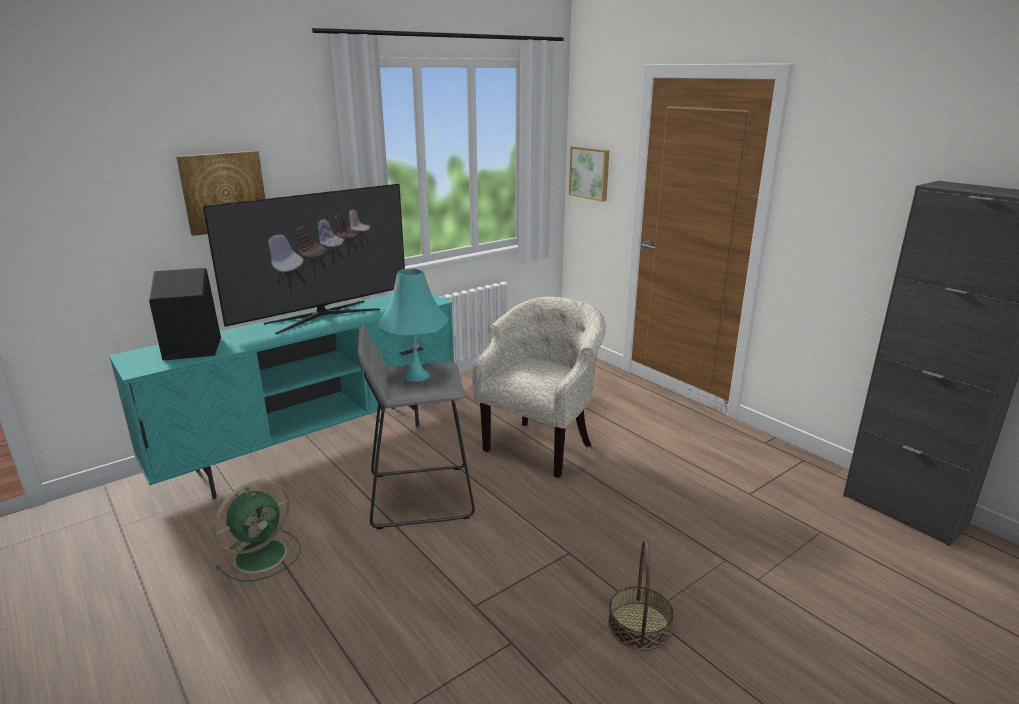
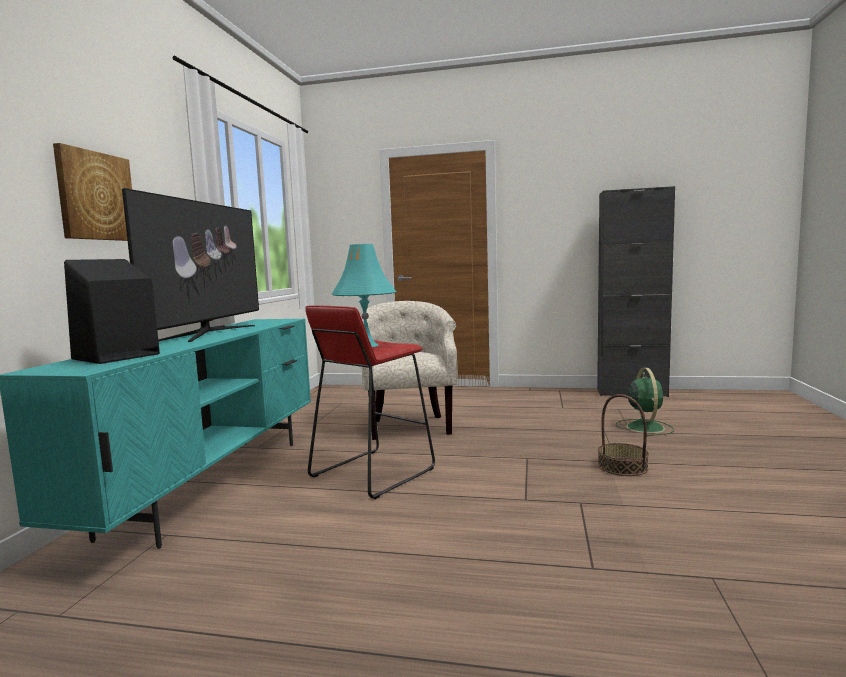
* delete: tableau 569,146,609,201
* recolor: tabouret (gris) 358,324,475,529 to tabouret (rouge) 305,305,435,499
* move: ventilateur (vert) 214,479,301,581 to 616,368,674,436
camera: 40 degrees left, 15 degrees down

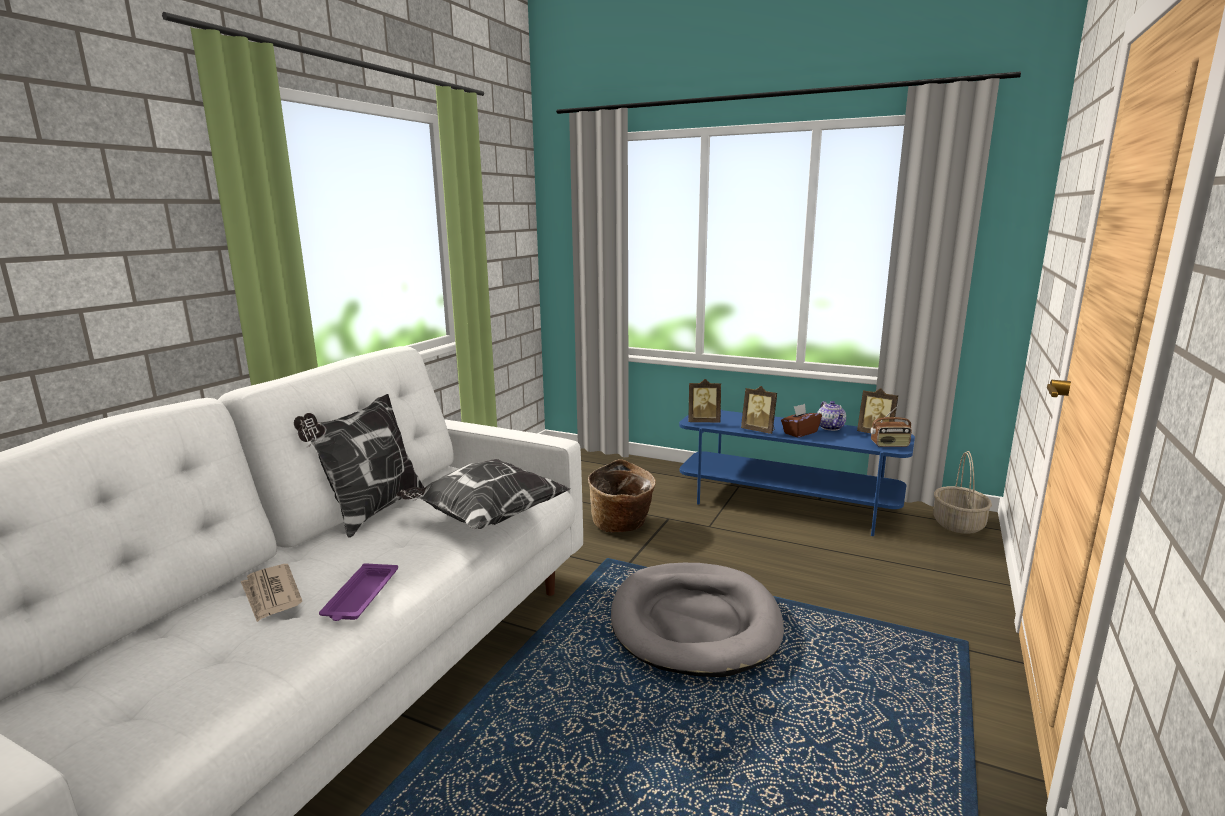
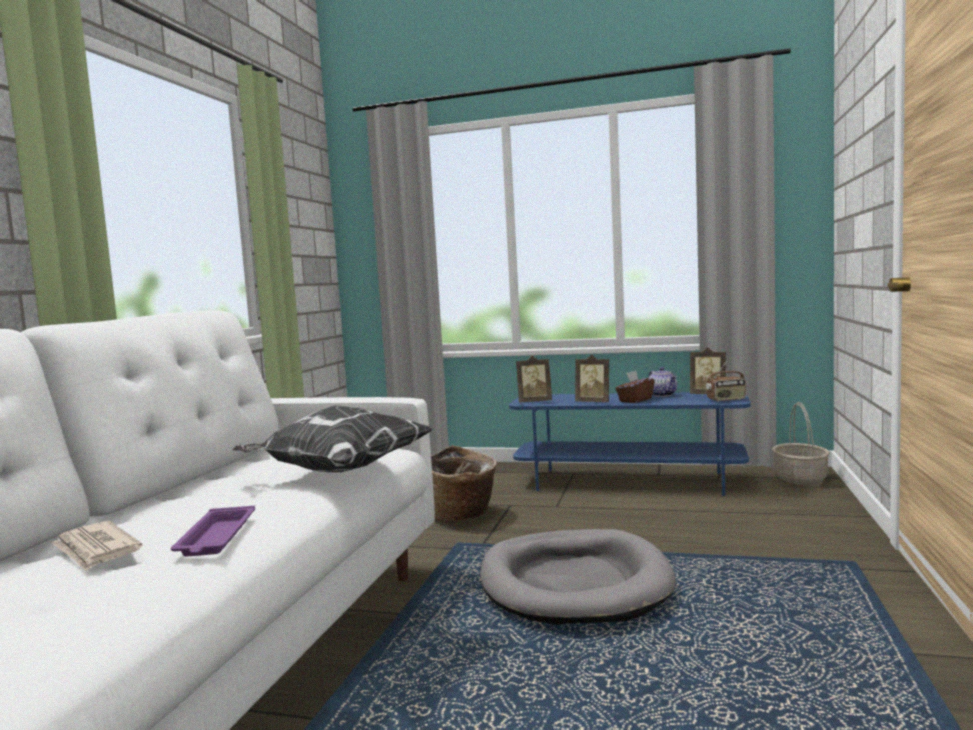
* delete: coussin 294,394,424,538
camera: 10 degrees left, 10 degrees down

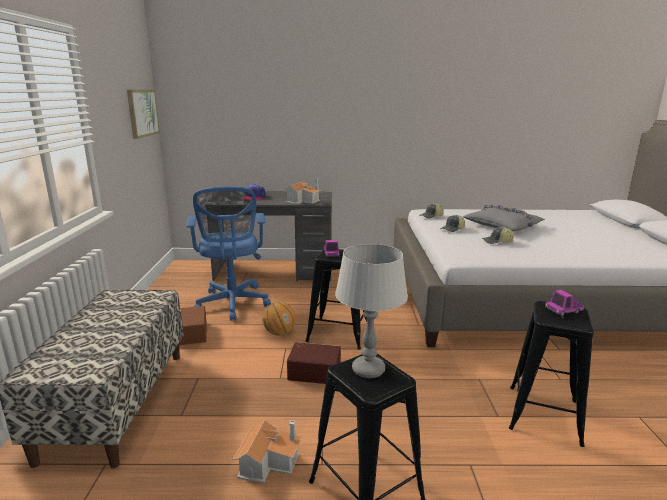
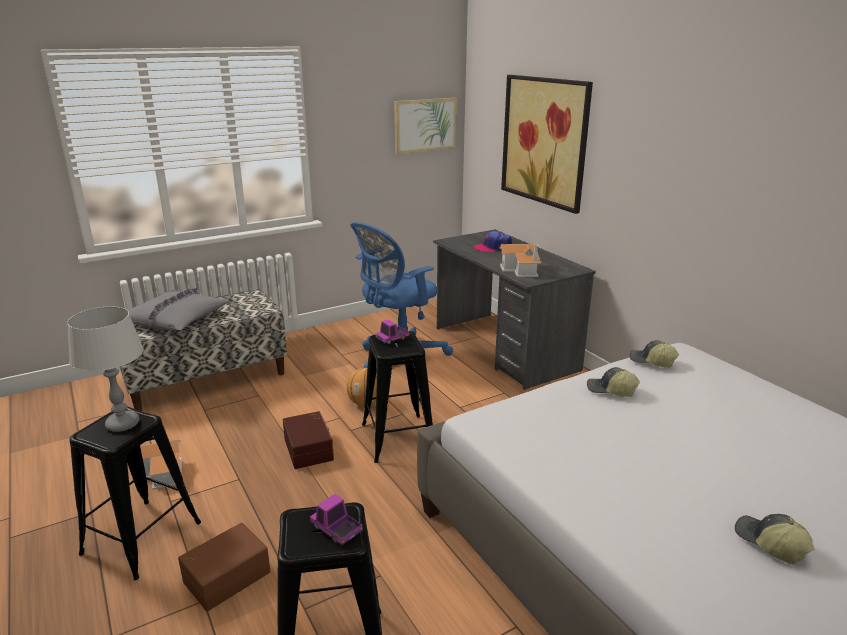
* move: coussin (gris) 463,204,545,231 to 128,288,230,331
* move: casquette 482,227,514,244 to 735,514,814,564
* move: boîte de rangement (marron) 179,306,207,345 to 178,523,271,611
* insert: tableau 501,75,593,214
camera: 60 degrees right, 5 degrees up

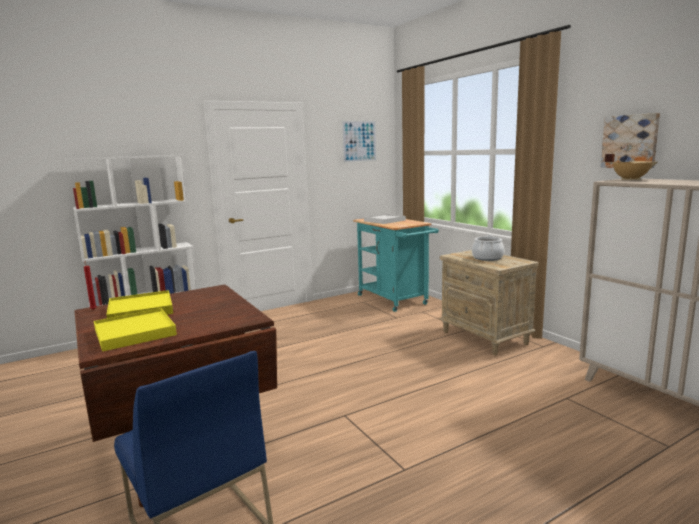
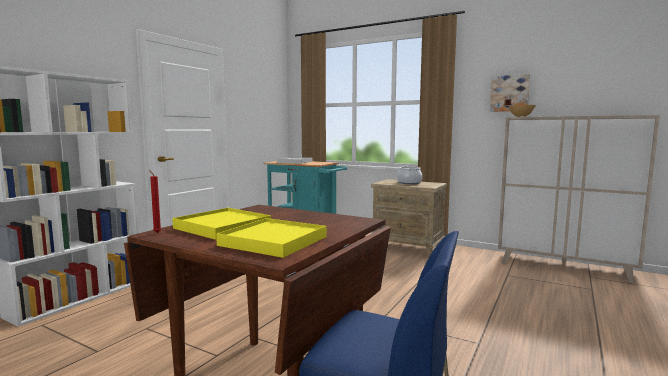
* delete: tableau 341,120,377,163
camera: 30 degrees left, 5 degrees down

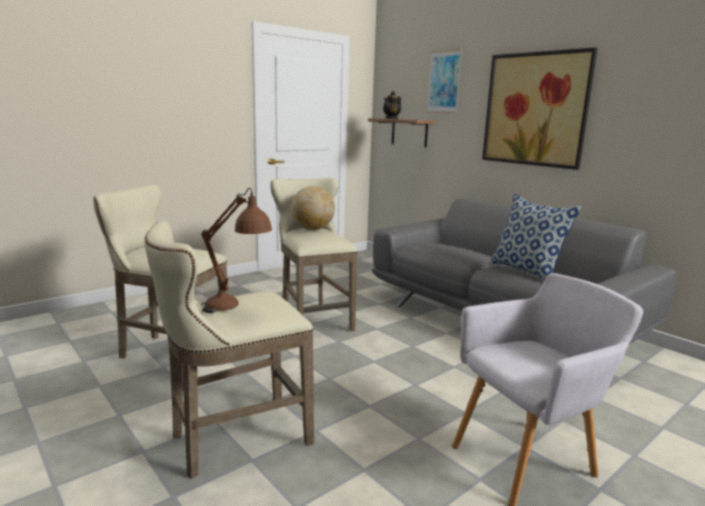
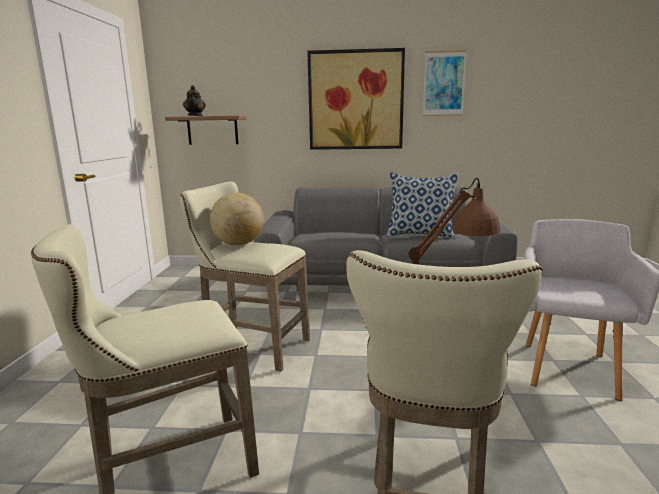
* move: tableau 427,49,463,113 to 423,50,467,116
camera: 45 degrees left, 0 degrees up

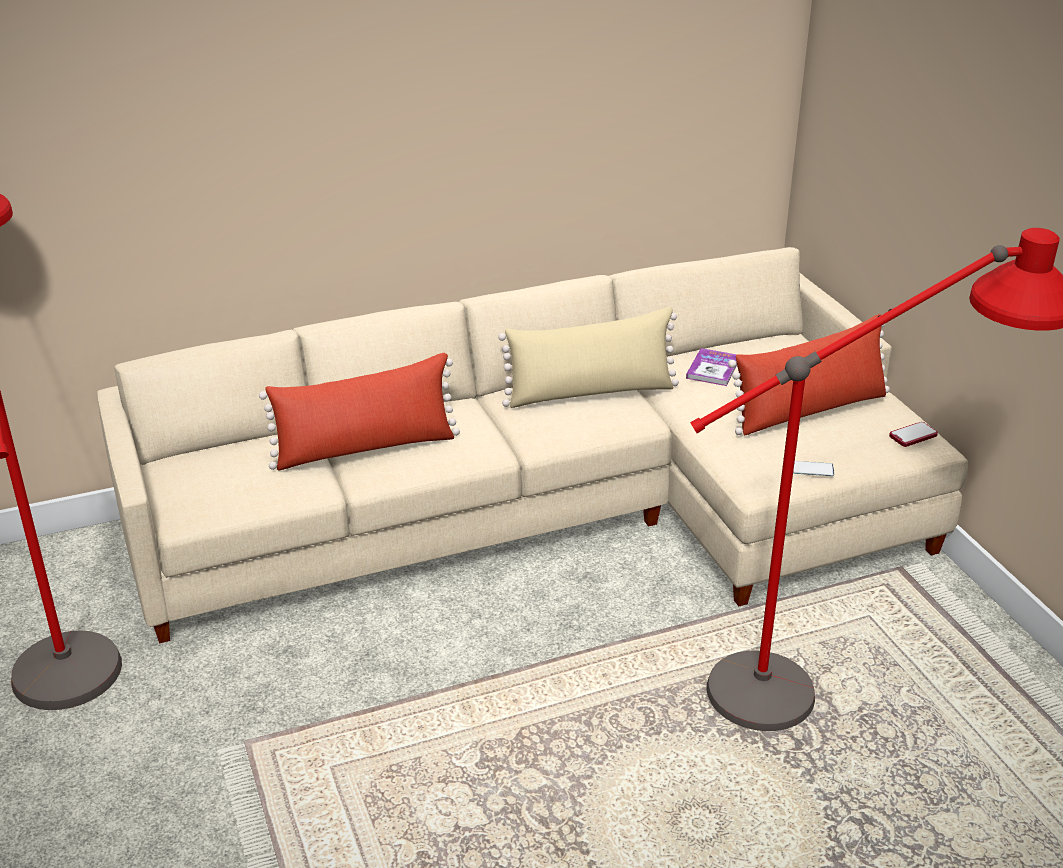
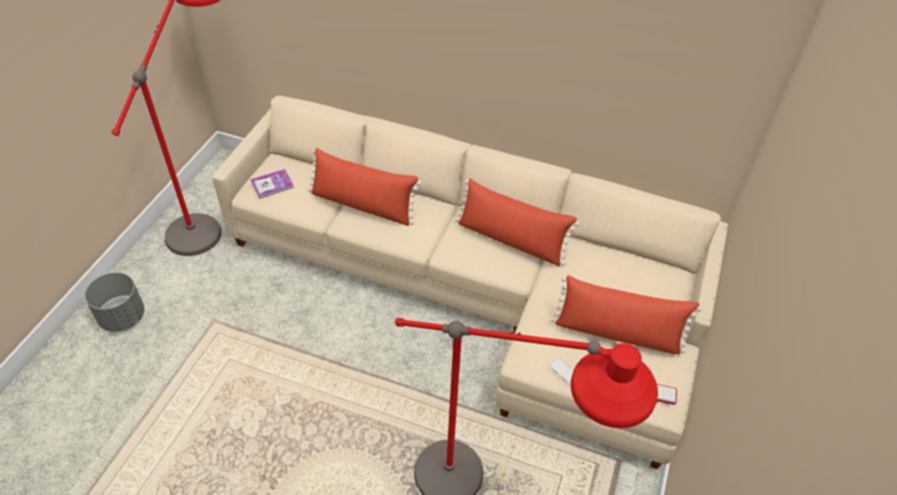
* recolor: coussin (beige) 498,307,679,408 to coussin (rouge) 455,179,580,266
* move: livre 686,348,737,386 to 251,169,294,199
* insert: cache-pot (gris) 85,272,144,332
camera: 40 degrees right, 15 degrees up

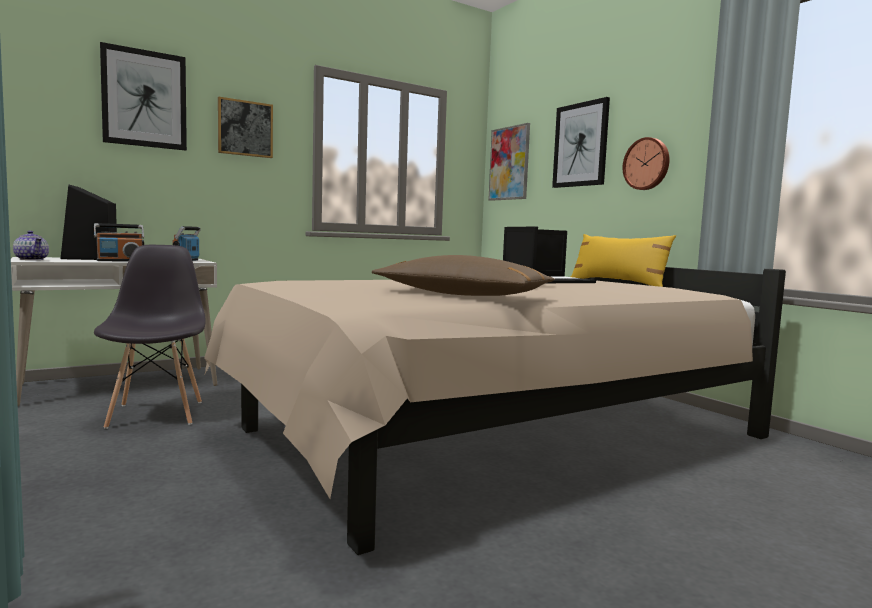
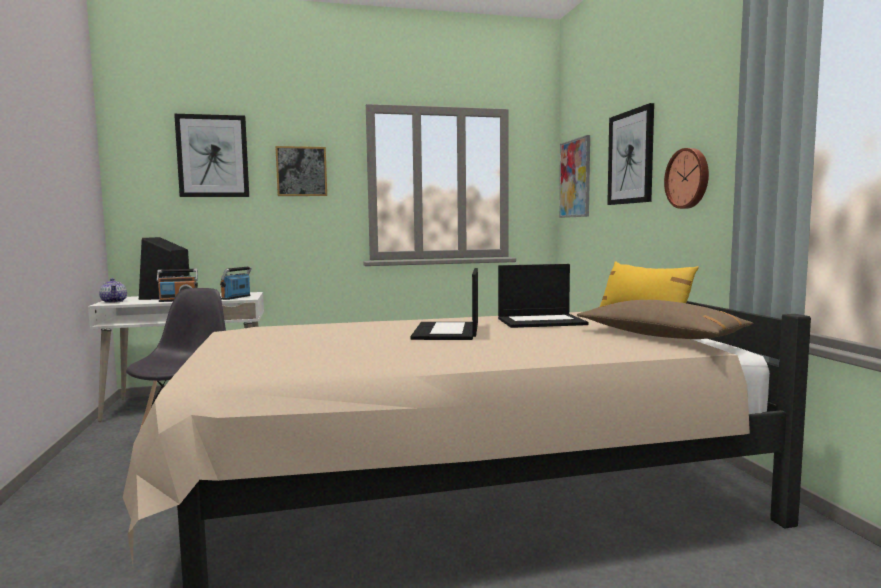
* move: coussin (marron) 372,255,555,296 to 577,300,753,339
camera: 20 degrees right, 0 degrees up

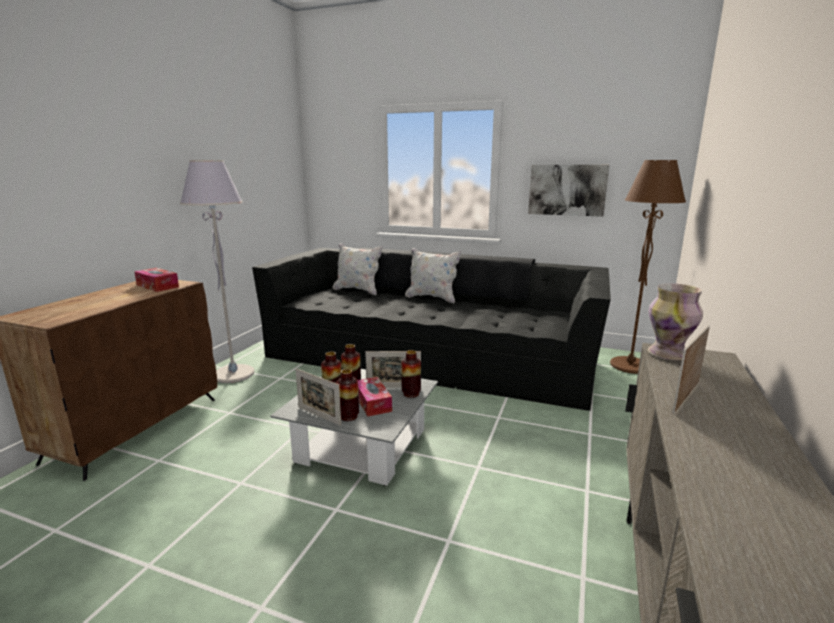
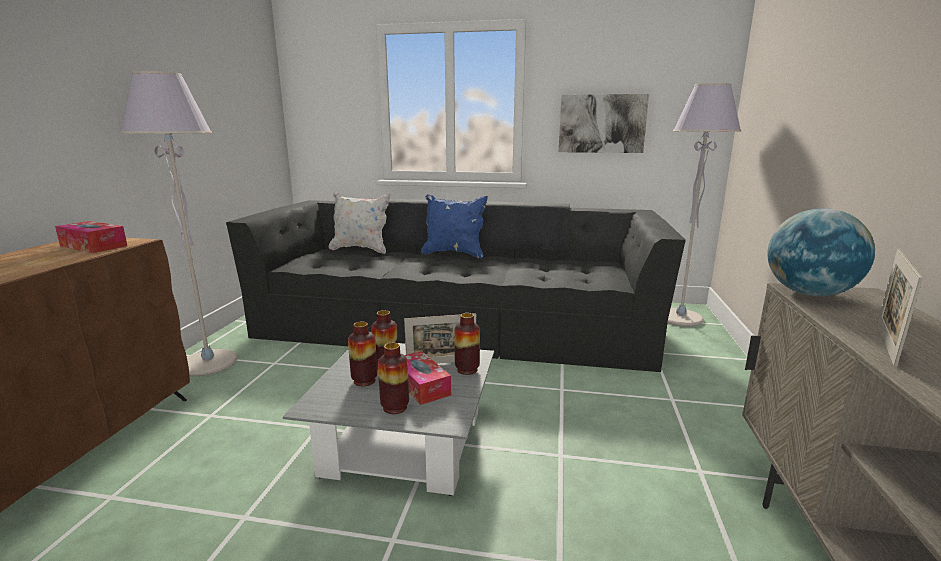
* recolor: lampadaire (marron) 610,160,686,374 to lampadaire (gris) 668,83,741,327
* recolor: coussin (blanc) 405,247,462,303 to coussin (bleu) 421,194,488,258
* replace: vase 648,283,703,360 to globe 767,208,875,296
* delete: cadre photo 295,368,341,426
camera: 10 degrees left, 0 degrees up

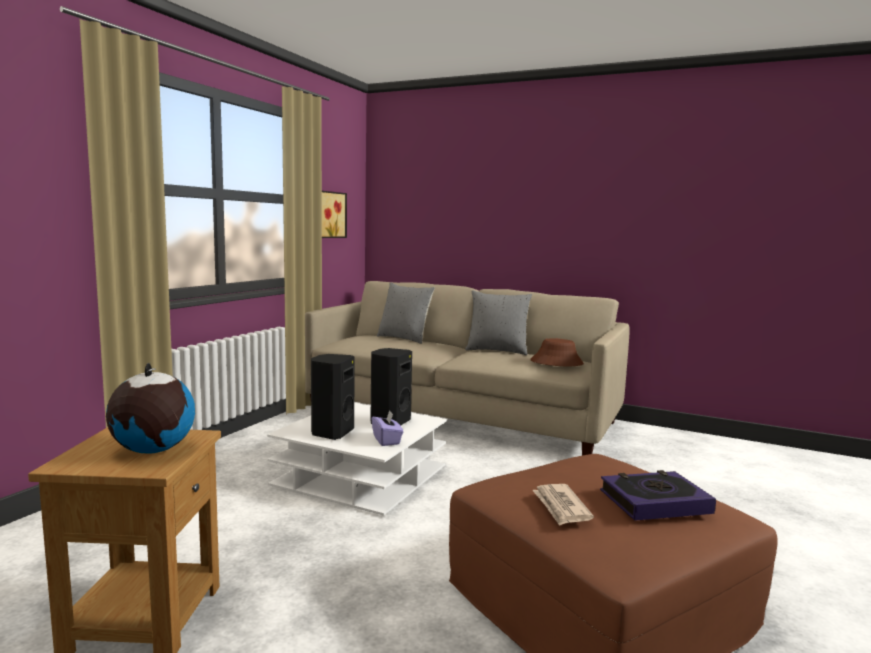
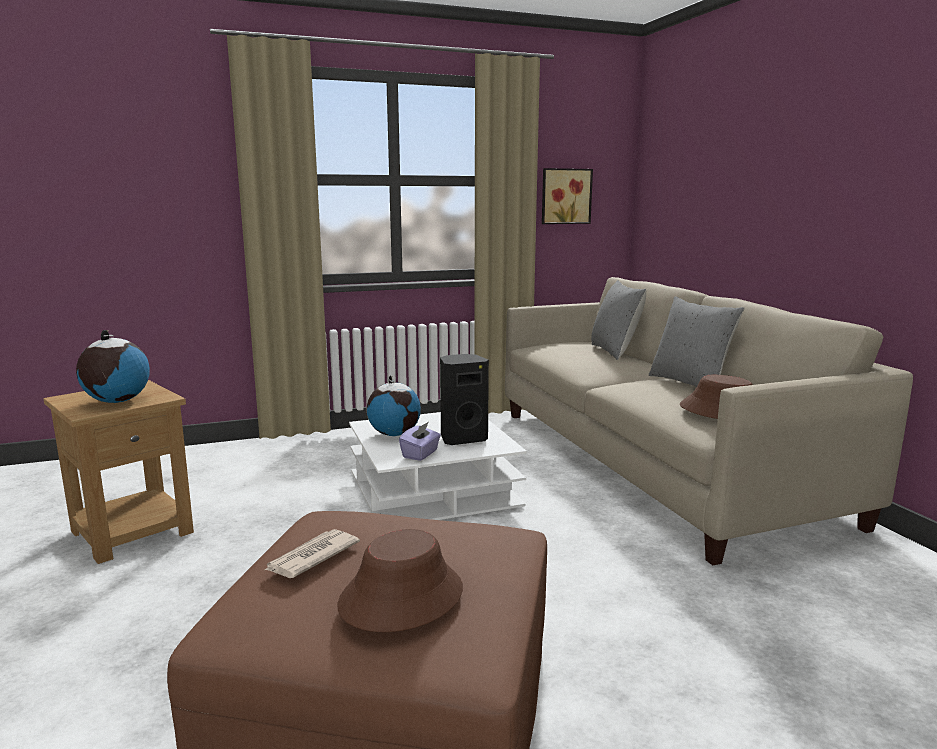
* replace: enceinte (noir) 311,354,355,440 to globe 367,375,421,436
* replace: livre 600,470,716,521 to chapeau (marron) 337,529,463,632
camera: 45 degrees right, 5 degrees up

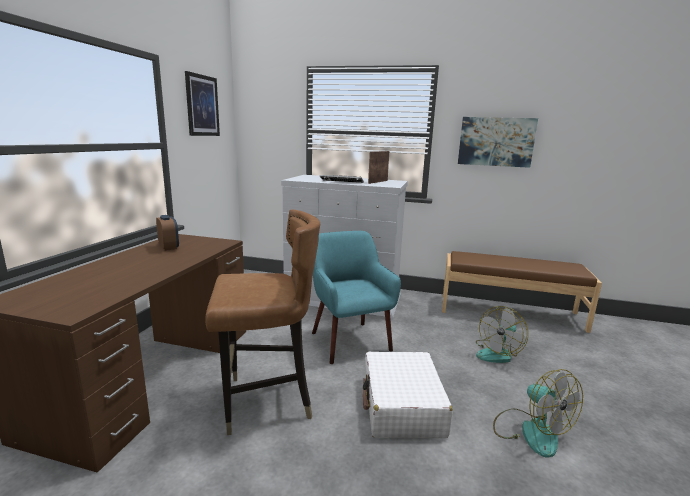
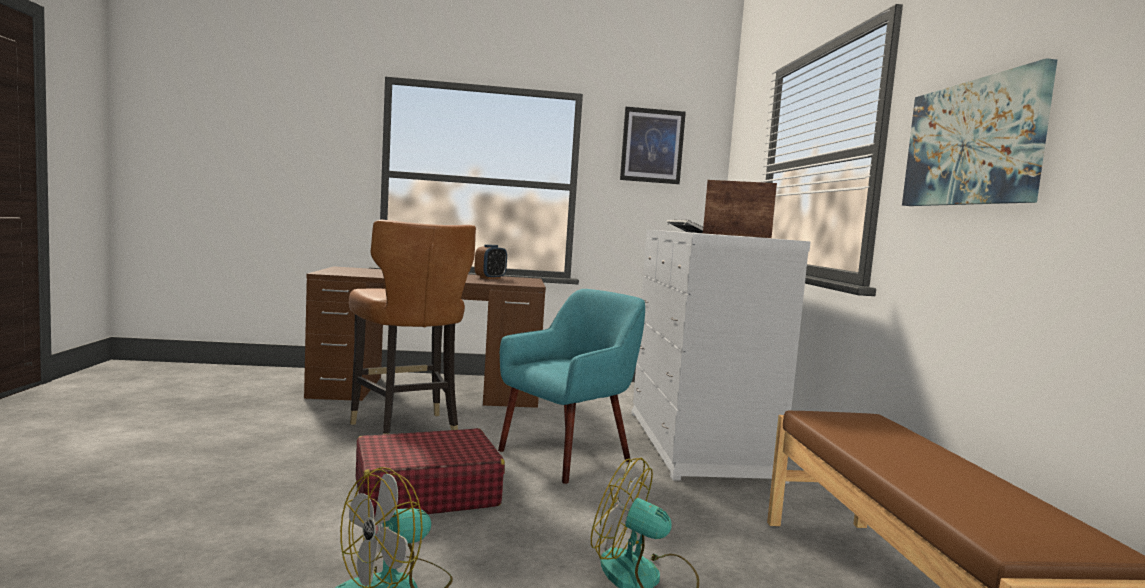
* recolor: valise (blanc) 363,352,453,438 to valise (rouge) 356,428,505,518
camera: 70 degrees right, 10 degrees down

